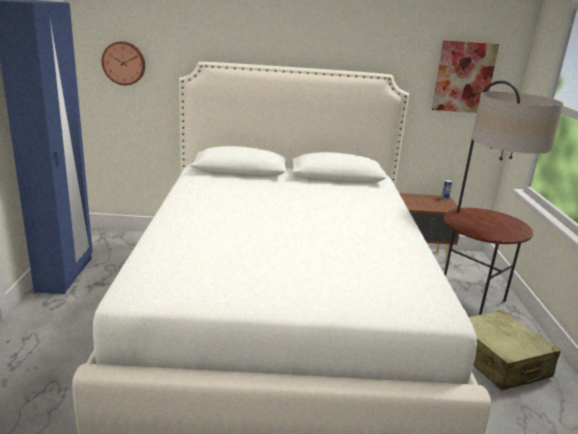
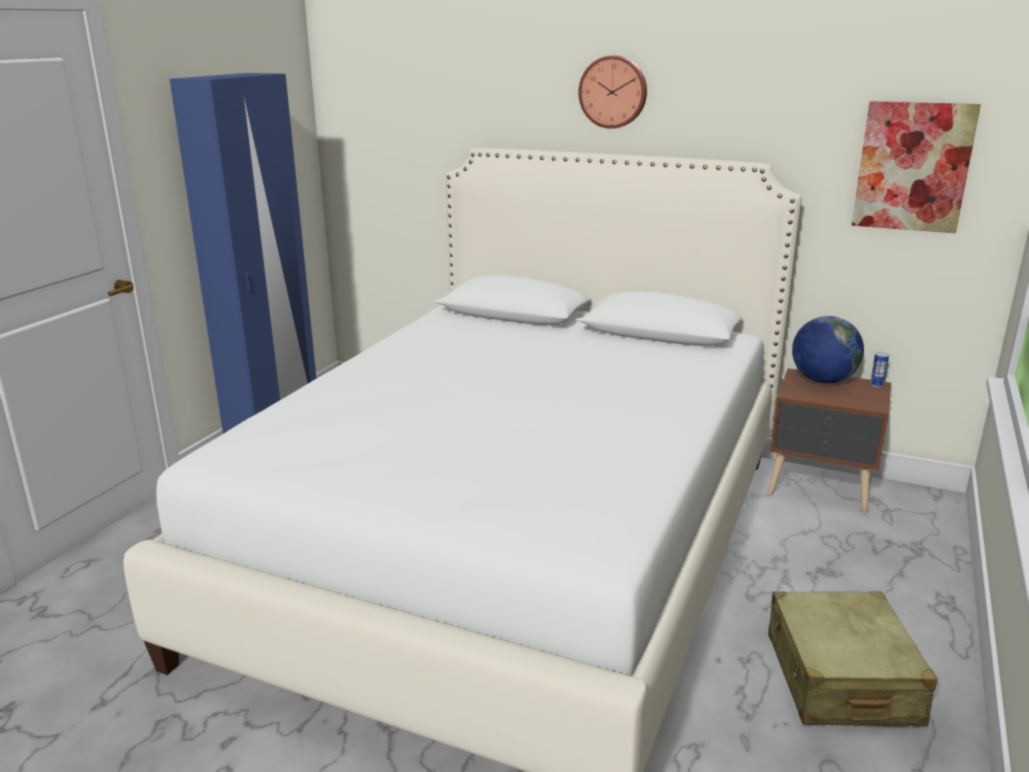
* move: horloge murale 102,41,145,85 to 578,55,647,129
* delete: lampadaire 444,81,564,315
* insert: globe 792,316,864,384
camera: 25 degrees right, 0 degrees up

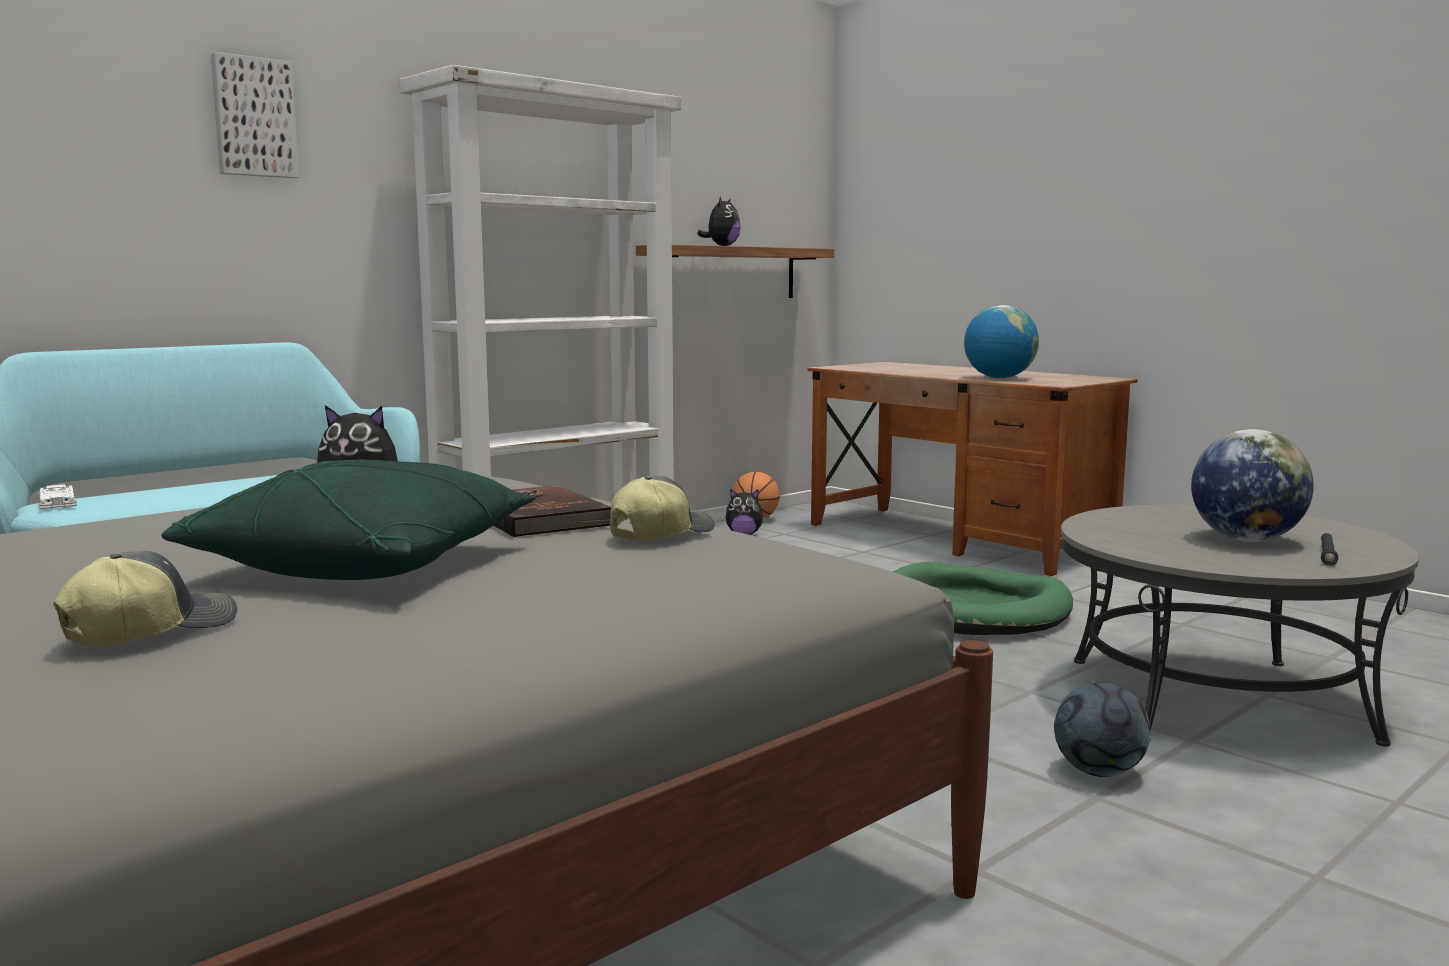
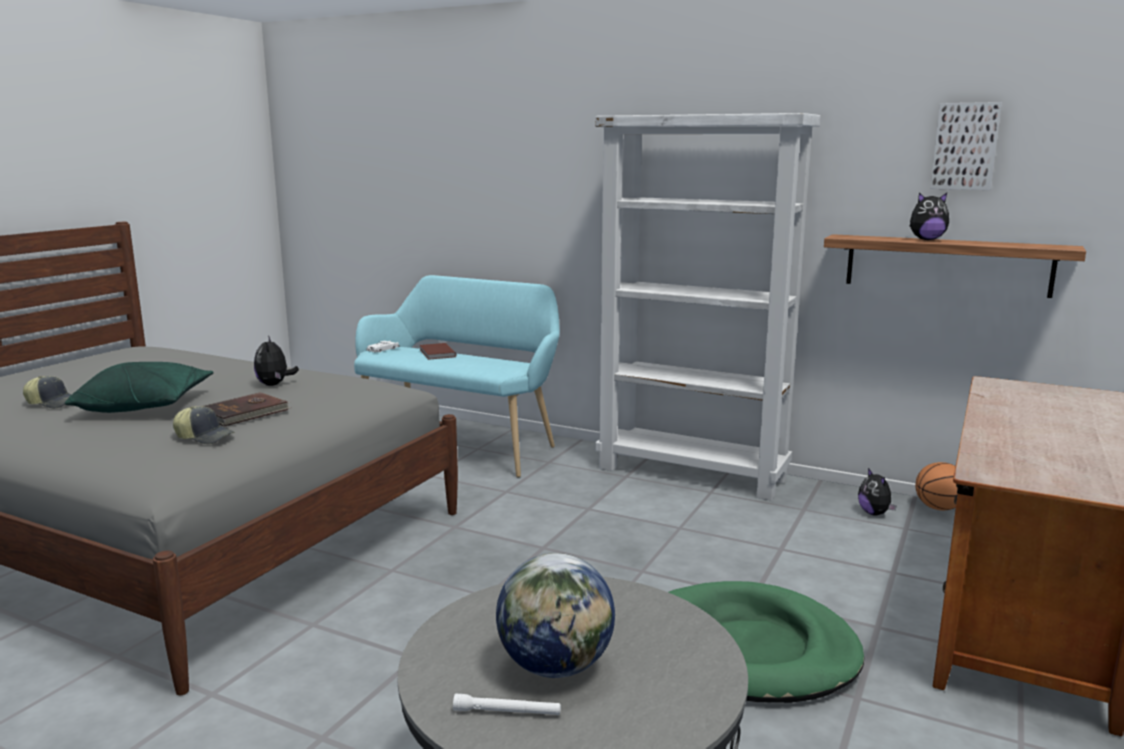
* move: tableau 211,52,299,178 to 930,102,1002,190
* delete: globe 964,305,1039,378
* recolor: lampe de poche (noir) 1321,533,1338,566 to lampe de poche (blanc) 453,694,561,715
* delete: ballon de foot 1054,682,1150,777
* insert: livre (marron) 420,343,456,360
camera: 70 degrees right, 5 degrees up

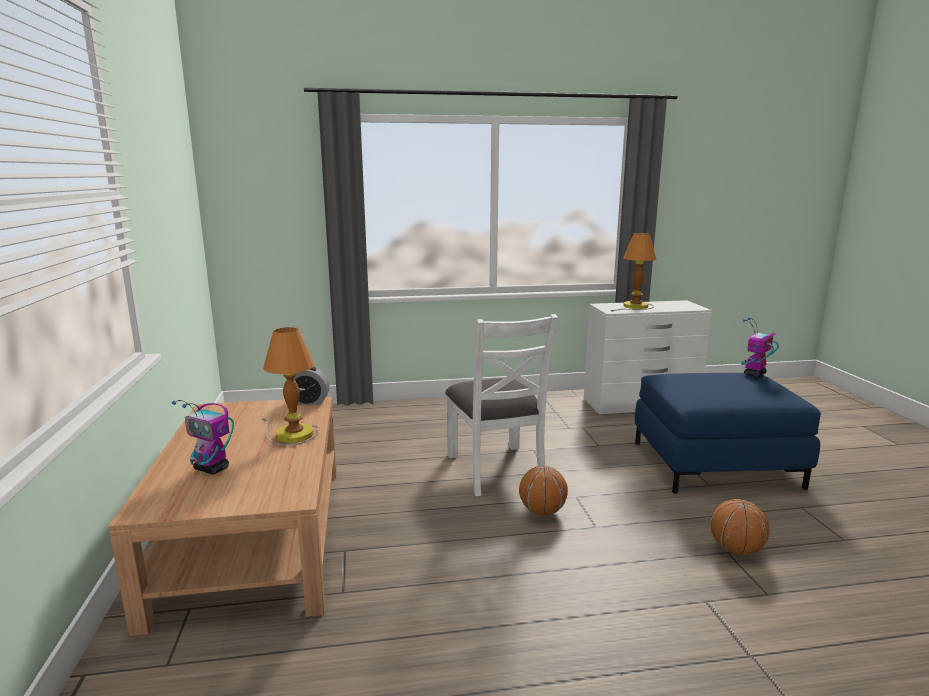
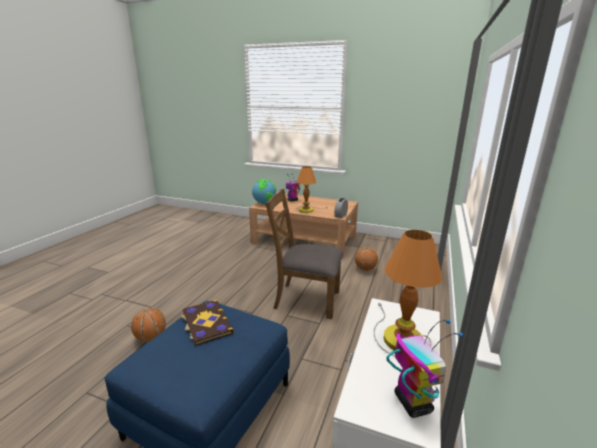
* recolor: chaise (blanc) 445,314,558,496 to chaise (marron) 265,189,343,319
* move: robot jouet 741,318,779,377 to 387,319,464,418
* move: ballon de basket 519,466,568,516 to 355,247,378,271
* insert: globe 252,179,276,204
* insert: livre 180,300,234,346
camera: 120 degrees right, 5 degrees up

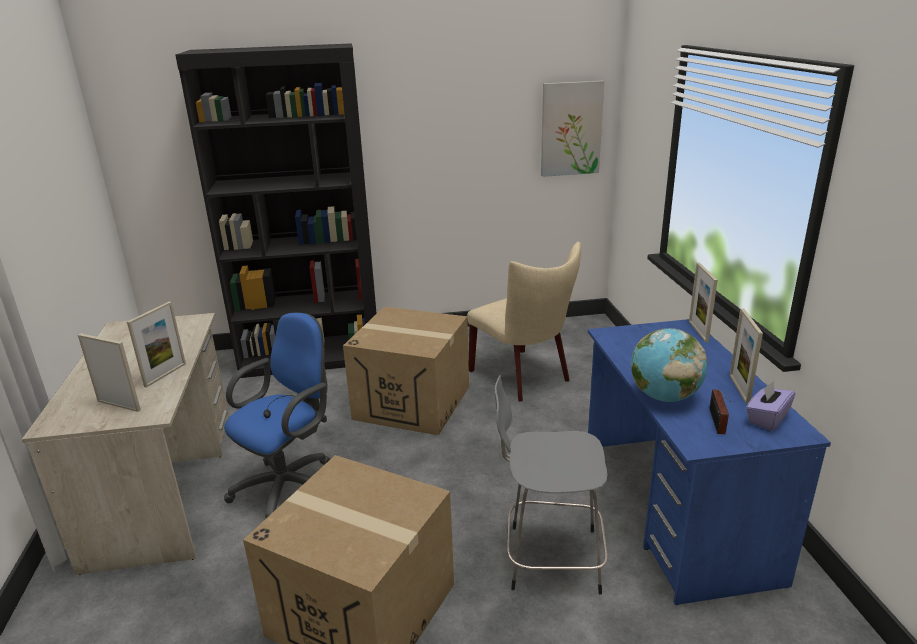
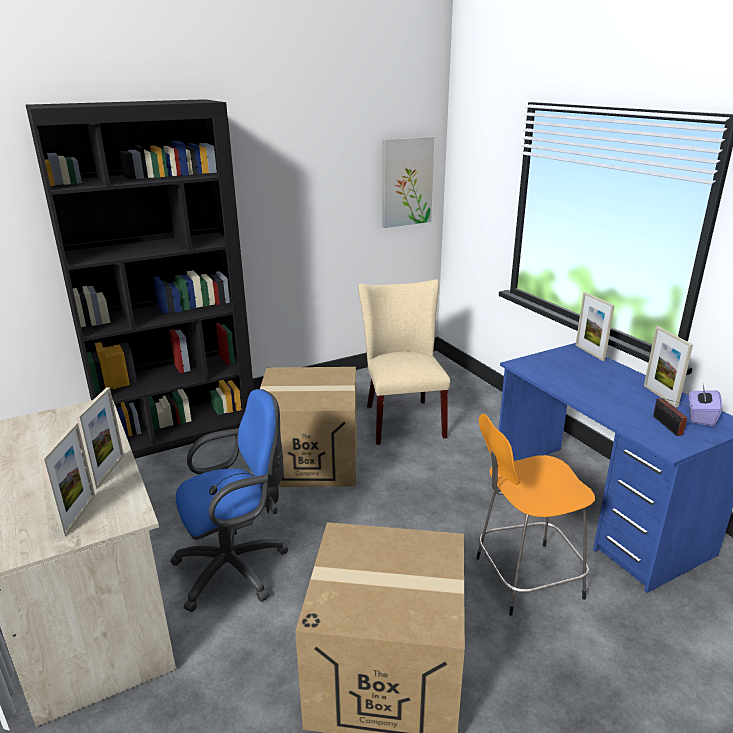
* rotate: chaise (beige) 467,242,581,401 = 358,279,450,445 135 degrees counterclockwise
* rotate: chaise de bureau (bleu) 224,313,330,518 = 170,389,289,612 45 degrees clockwise
* delete: globe 631,328,708,402
* rotate: cadre photo 78,334,141,412 = 40,423,95,537 90 degrees clockwise
* recolor: tabouret (gris) 495,375,608,594 to tabouret (orange) 476,414,595,616
camera: 20 degrees left, 0 degrees up

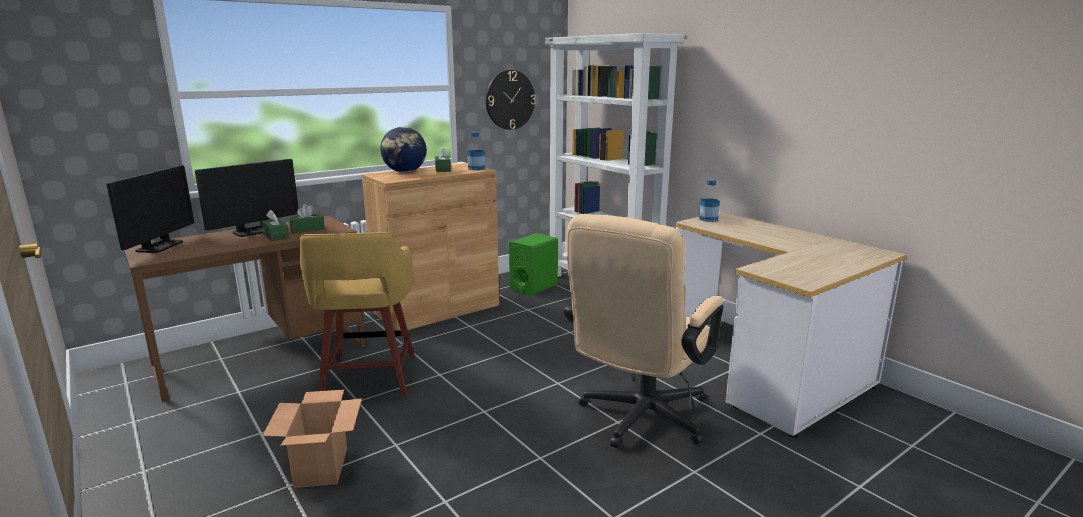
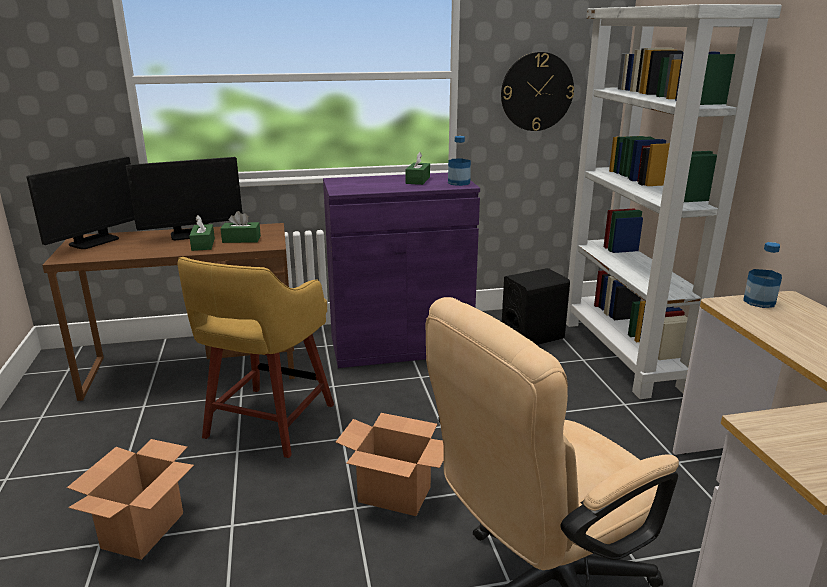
* delete: globe 380,127,427,173
* recolor: meuble de rangement (marron) 362,163,499,331 to meuble de rangement (violet) 323,173,480,368
* recolor: enceinte (vert) 509,233,558,296 to enceinte (noir) 502,268,570,345
* insert: carton 336,413,444,516
camera: 25 degrees right, 5 degrees up

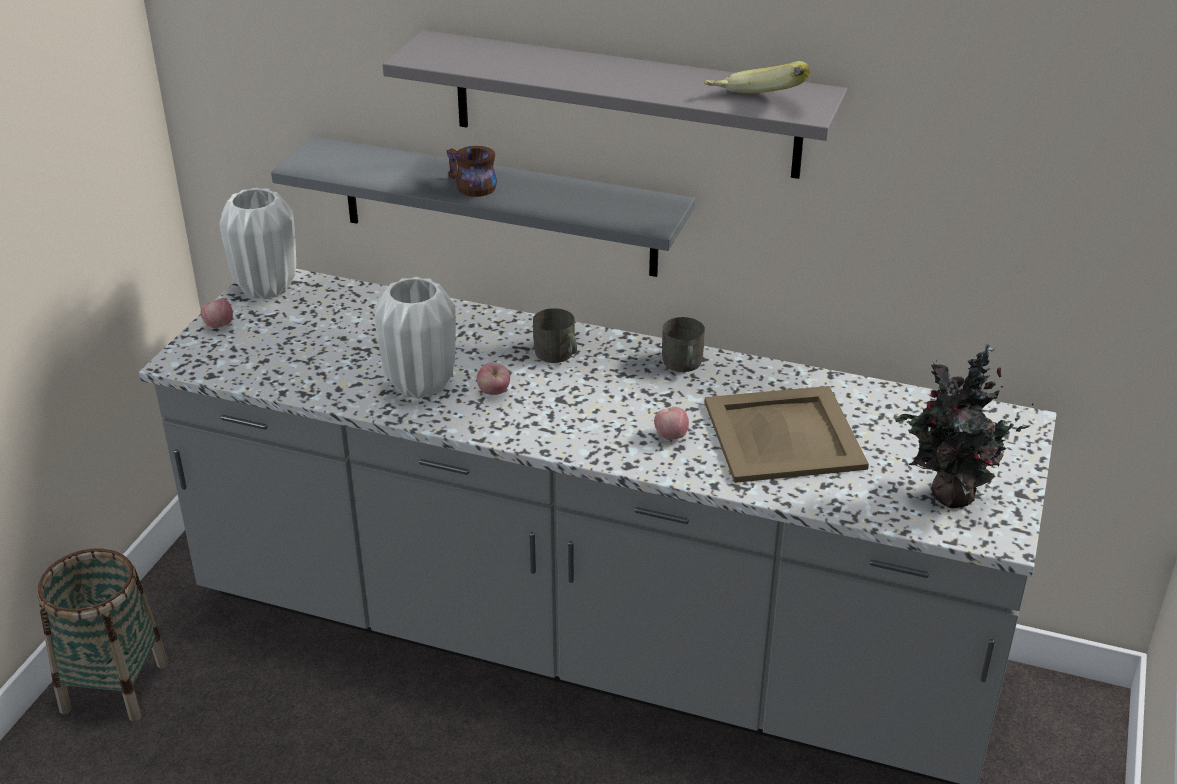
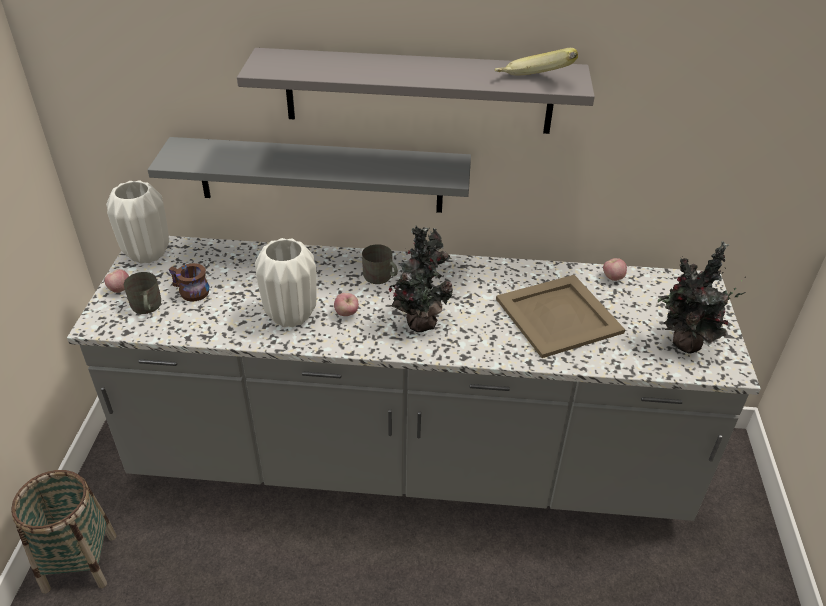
* move: mug (marron) 446,146,497,197 to 169,263,210,302
* move: mug (gris) 662,317,705,372 to 124,272,161,314
* move: pomme 654,407,689,440 to 603,258,627,281
* insert: plante en pot 389,226,453,332
camera: 15 degrees left, 5 degrees up

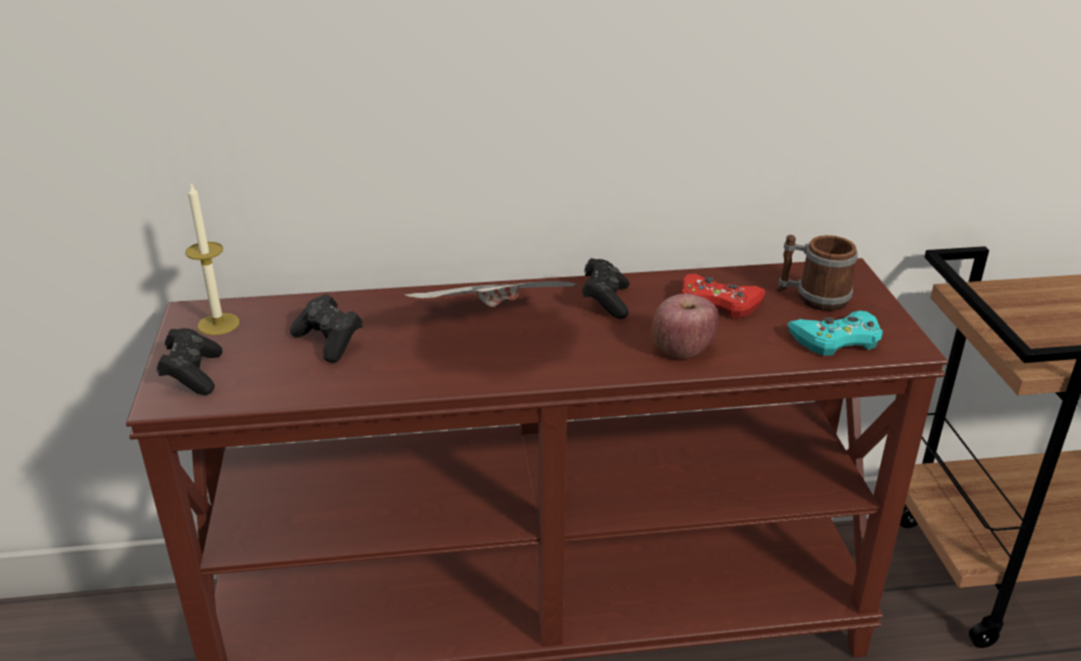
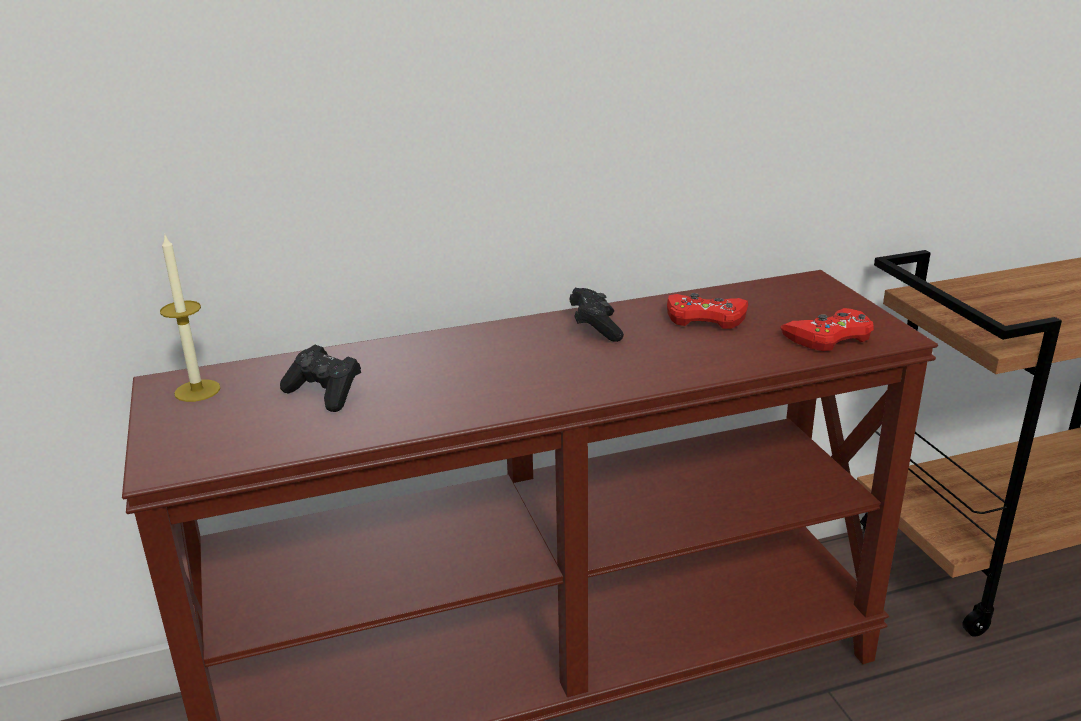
* delete: mug 776,235,858,311
* delete: journal 404,281,579,307
* delete: pomme 652,293,719,358
* recolor: manette (turquoise) 788,311,883,356 to manette (rouge) 780,308,874,351
* delete: manette (noir) 157,328,223,395
camera: 10 degrees left, 5 degrees down

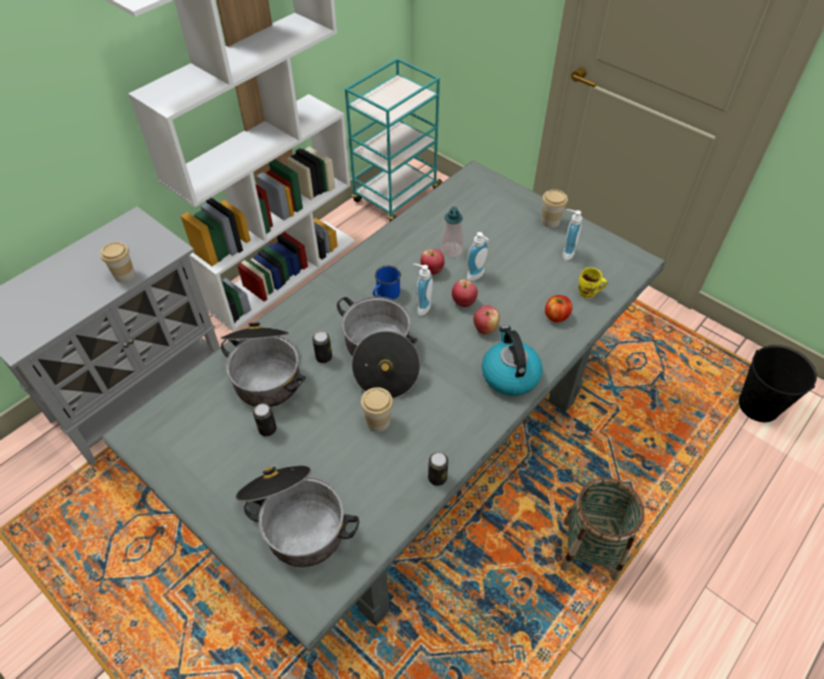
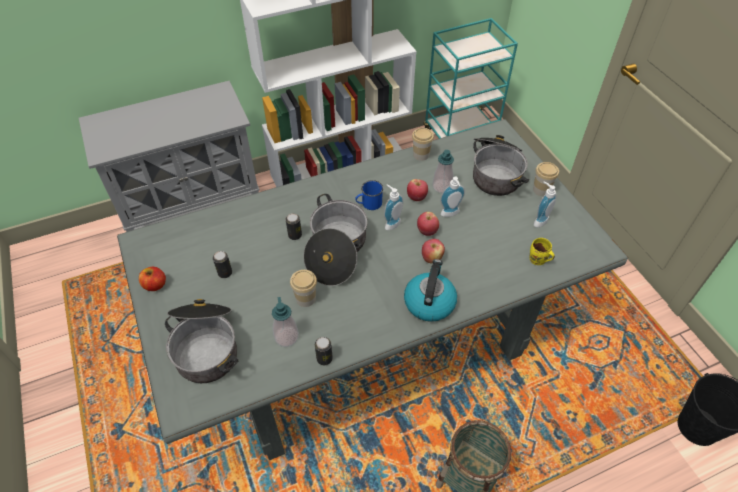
* move: tasse 100,242,135,283 to 412,128,434,161
* move: pomme 545,295,572,322 to 139,267,166,291
* move: marmite 221,322,306,407 to 473,135,529,196
* insert: distributeur de savon 272,297,299,347
camera: 25 degrees right, 0 degrees up

